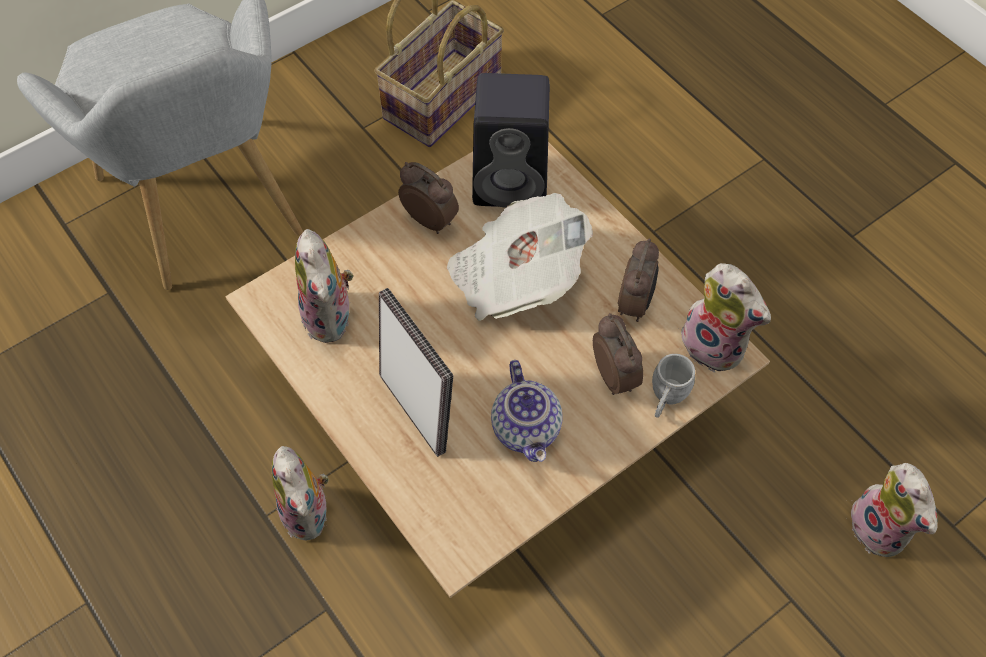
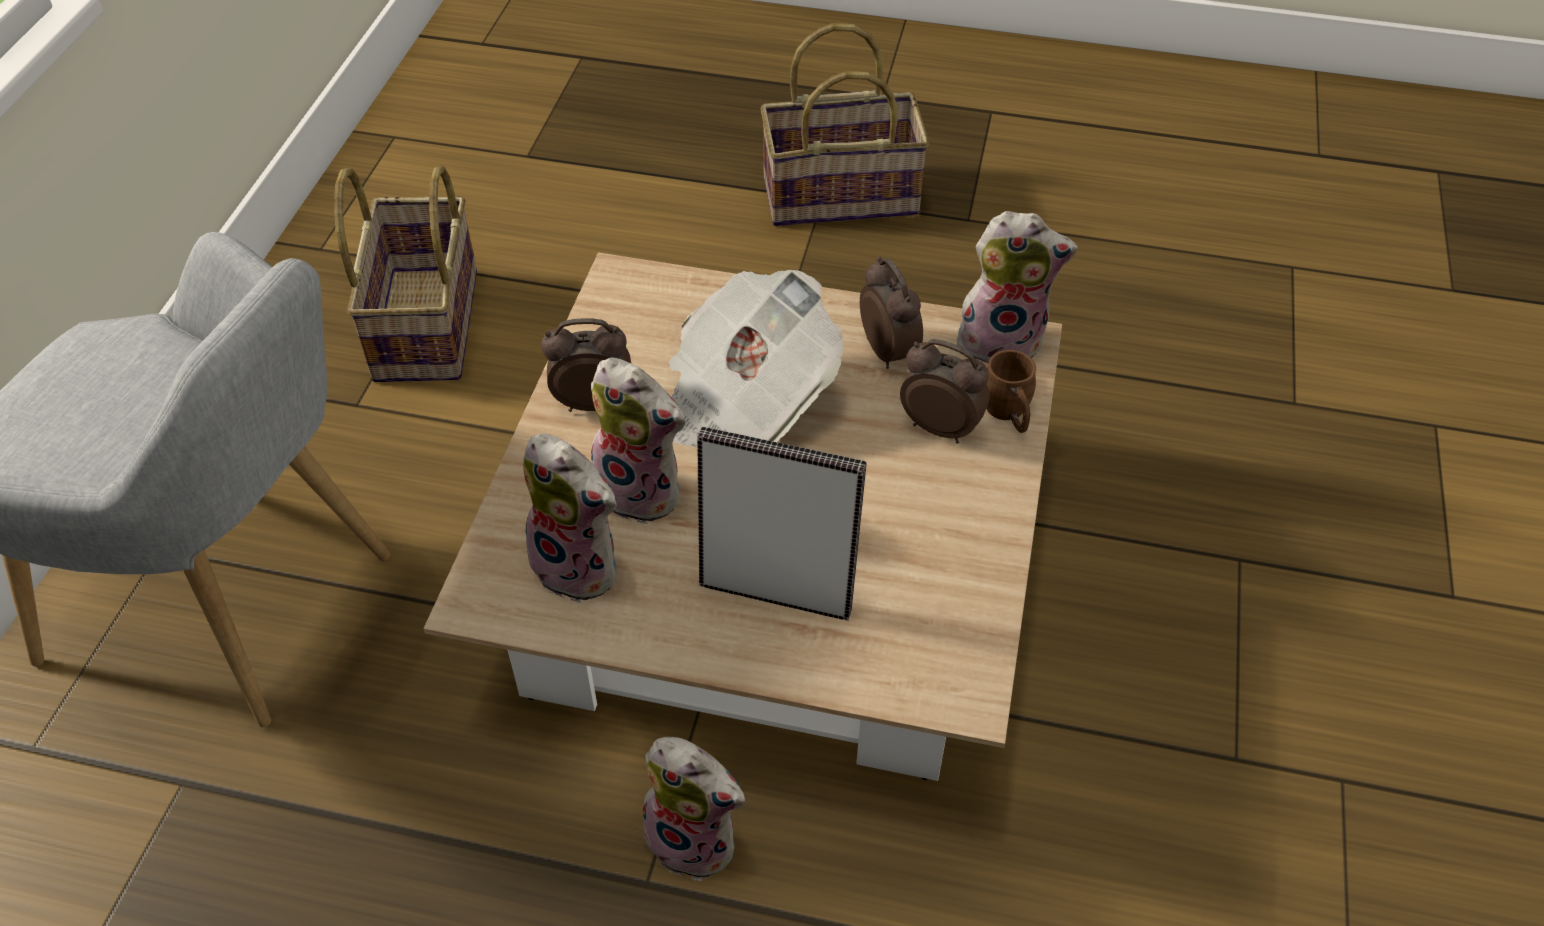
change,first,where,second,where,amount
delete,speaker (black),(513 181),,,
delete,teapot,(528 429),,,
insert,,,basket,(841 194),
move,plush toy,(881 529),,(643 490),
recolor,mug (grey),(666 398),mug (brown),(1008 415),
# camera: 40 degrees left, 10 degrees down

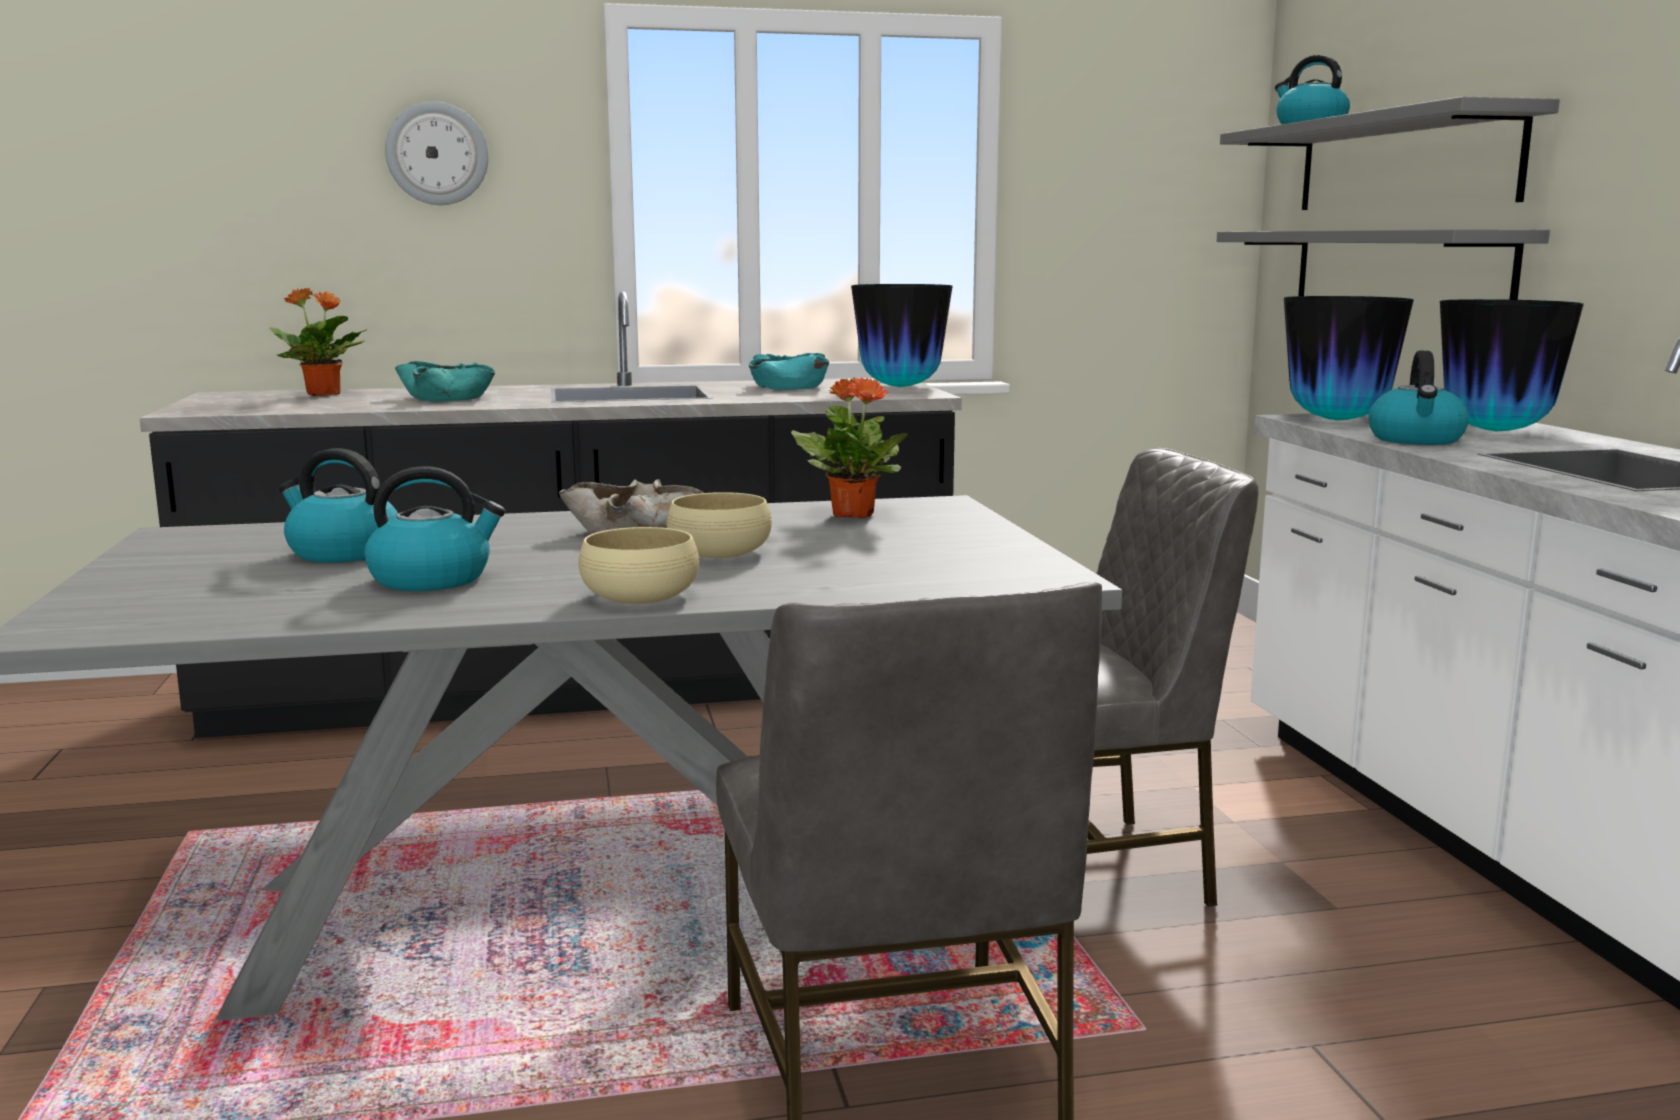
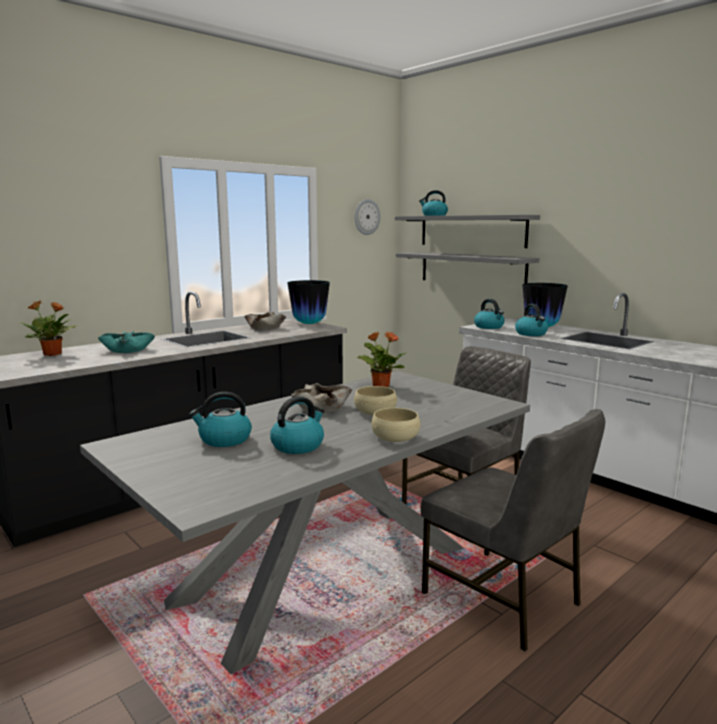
change,first,where,second,where,amount
move,wall clock,(437 154),,(366 217),
replace,vase,(1337 420),kettle,(489 327),
recolor,bowl (turquoise),(787 387),bowl (beige),(264 328),
# camera: 30 degrees left, 0 degrees up

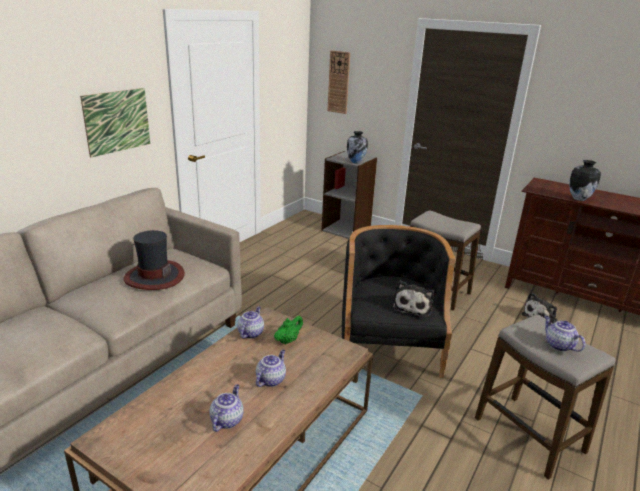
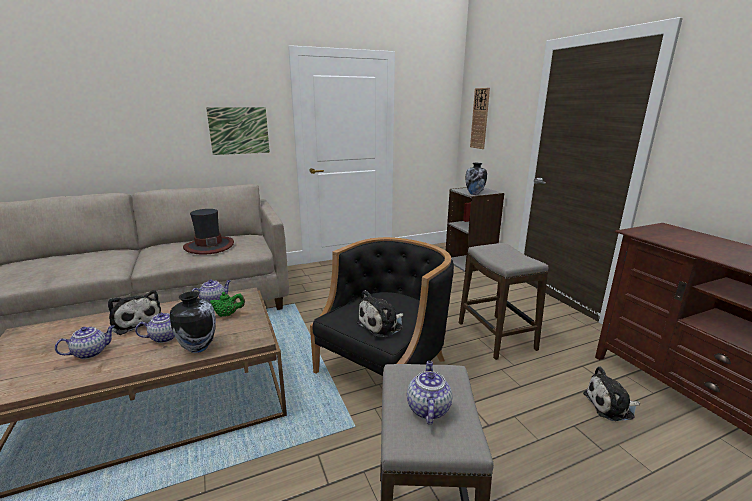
change,first,where,second,where,amount
insert,,,plush toy,(136 321),
move,vase,(578 199),,(198 347),
# camera: 35 degrees right, 5 degrees down

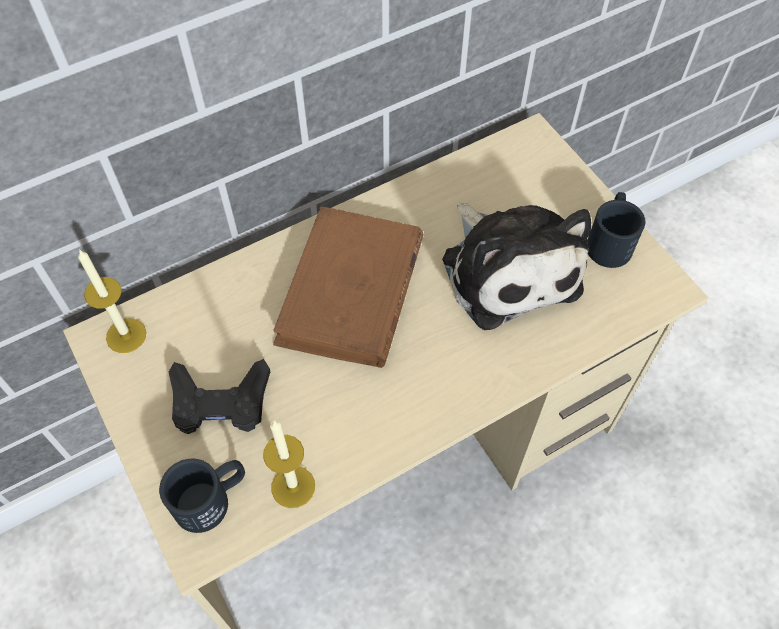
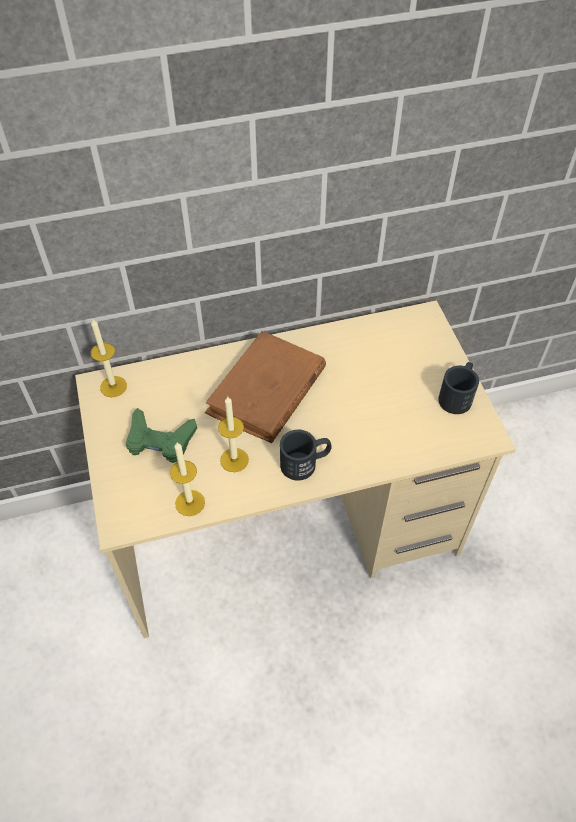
change,first,where,second,where,amount
delete,plush toy,(508 268),,,
insert,,,candle,(234 460),
move,mug (black),(212 498),,(305 463),
recolor,game controller (black),(220 401),game controller (green),(160 440),
# camera: 15 degrees right, 5 degrees down

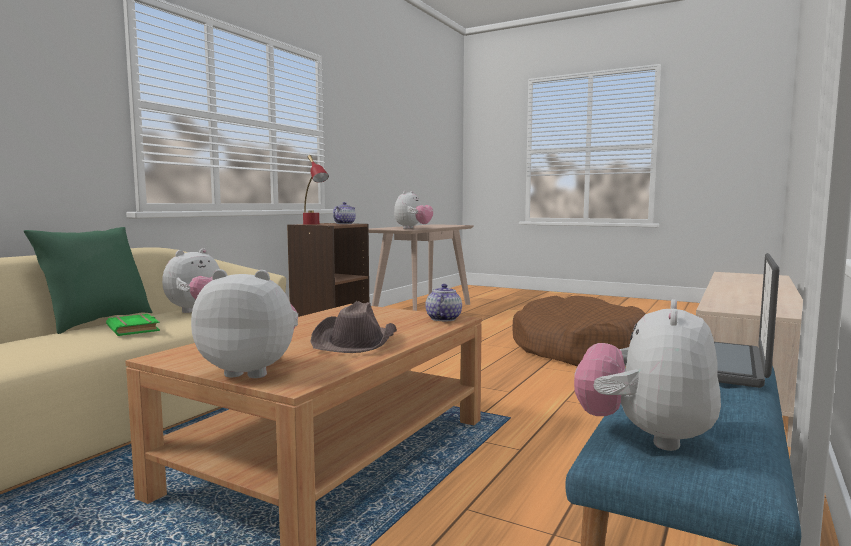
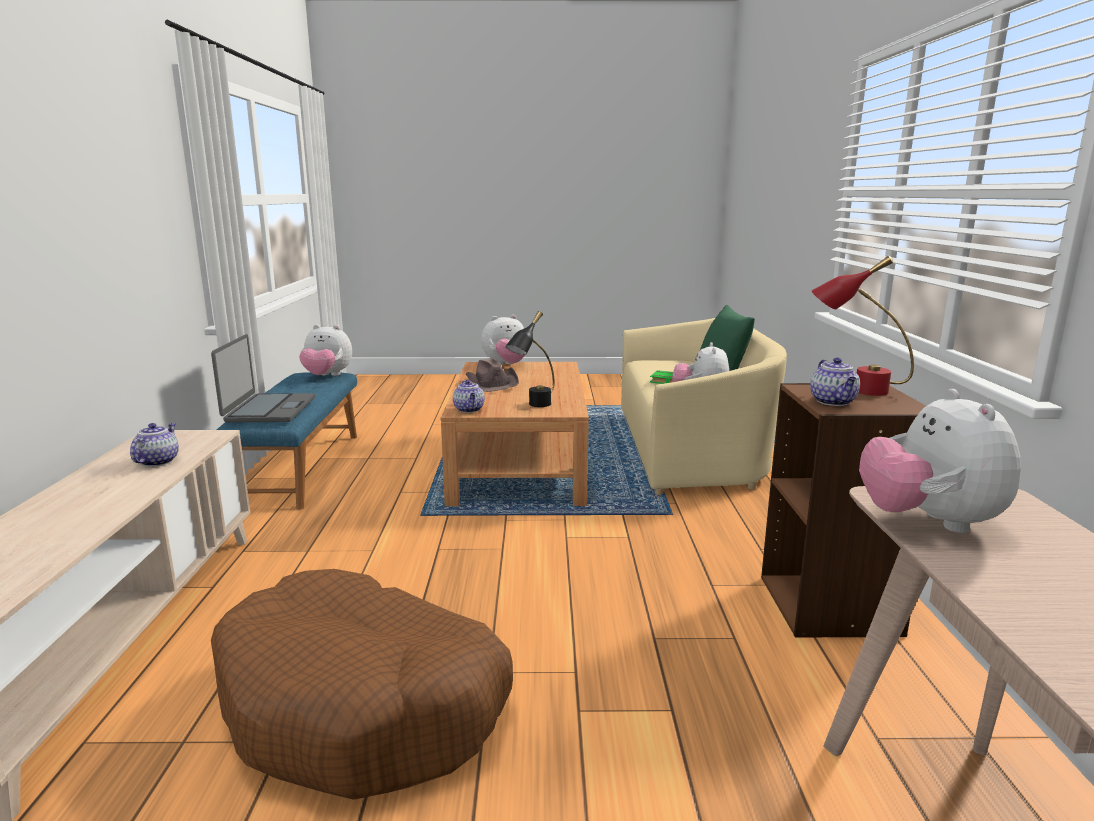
change,first,where,second,where,amount
insert,,,teapot,(158 461),
insert,,,table lamp (black),(533 406),
rotate,plush toy,(645 436),,(327 376),105 degrees clockwise
# camera: 150 degrees right, 10 degrees up

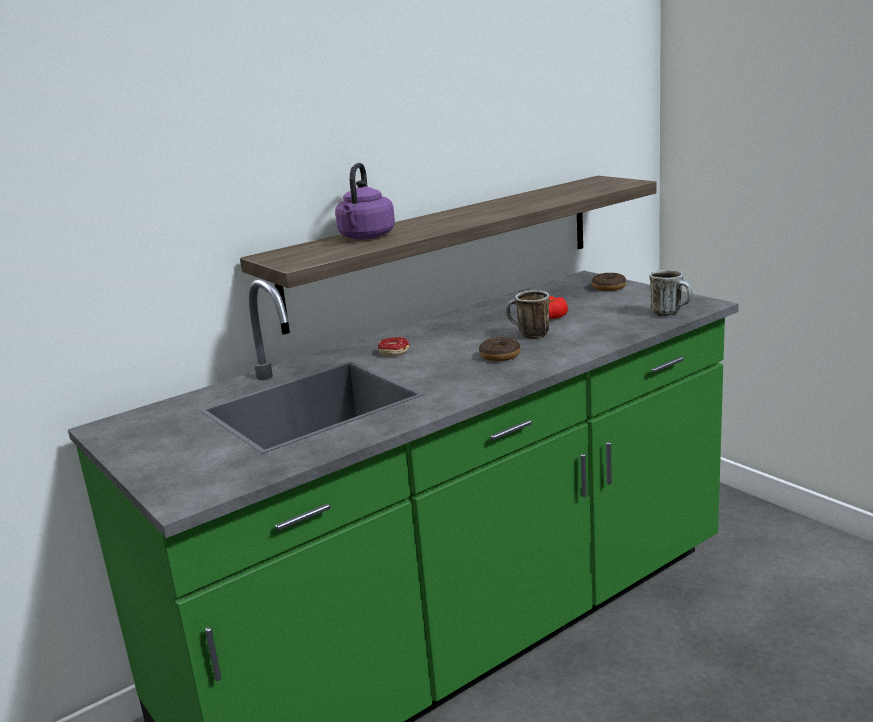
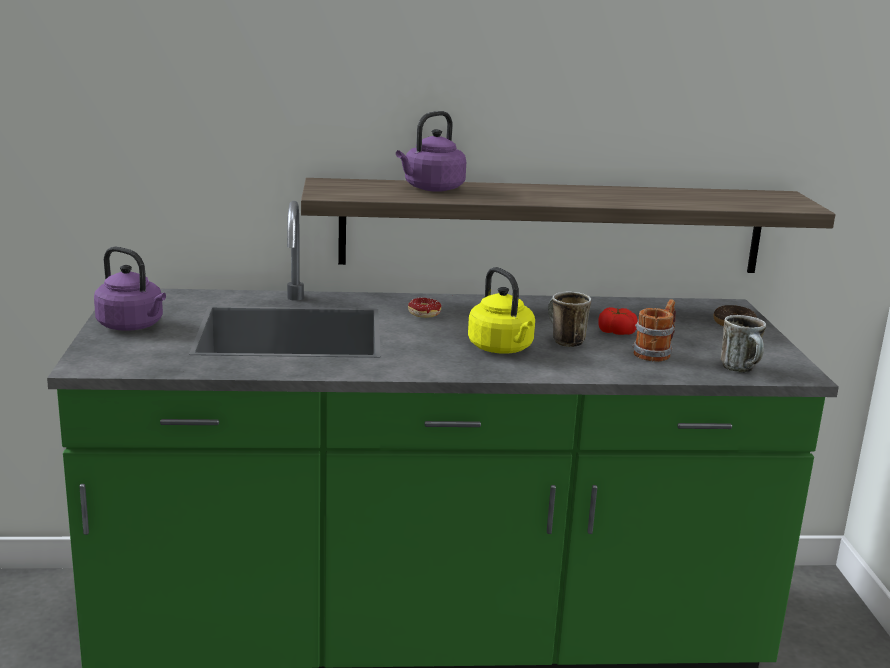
change,first,where,second,where,amount
insert,,,kettle (purple),(133 326),
insert,,,mug,(655 353),
replace,donut,(500 355),kettle (yellow),(502 349),
# camera: 30 degrees right, 0 degrees up

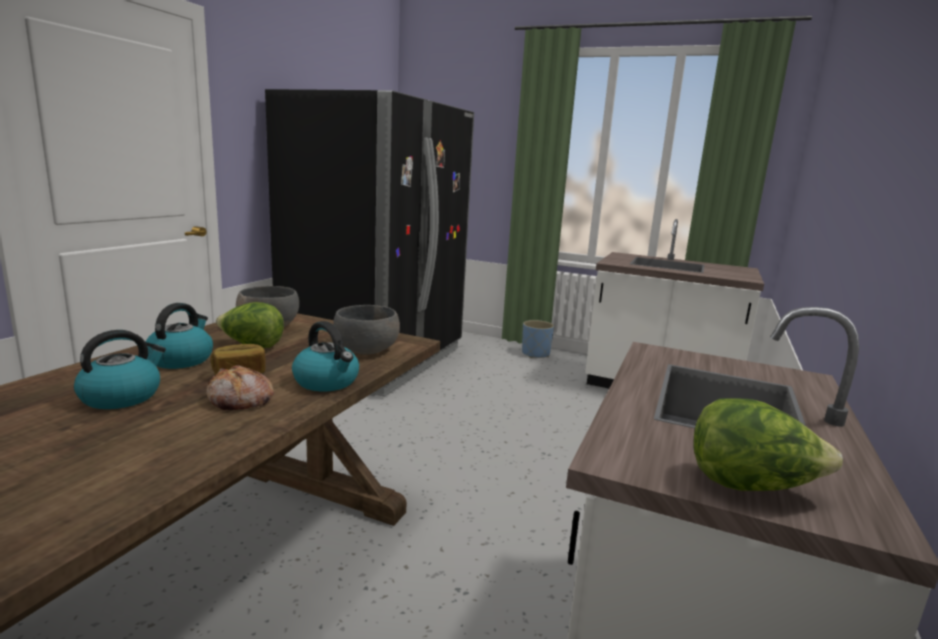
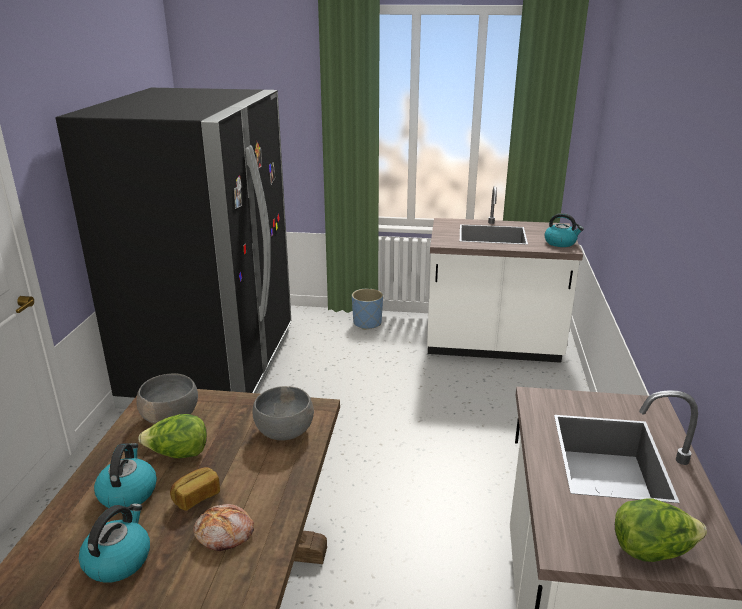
change,first,where,second,where,amount
move,kettle,(327 382),,(560 243),
# camera: 15 degrees left, 10 degrees up

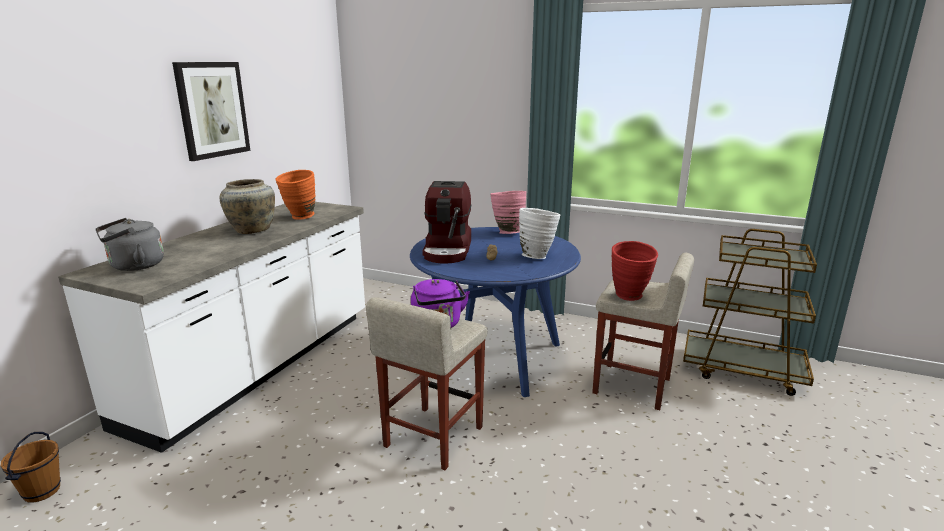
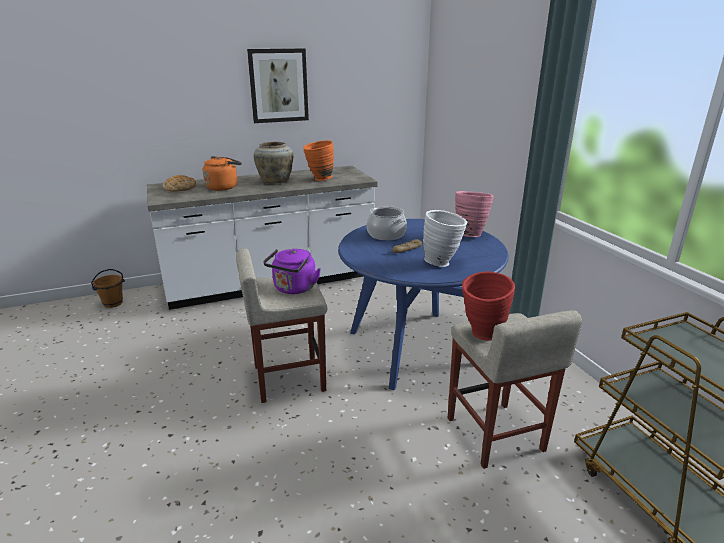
change,first,where,second,where,amount
insert,,,kettle (orange),(223 187),
replace,kettle (grey),(134 266),bread,(179 188),
replace,coffee machine,(448 250),cooking pot,(386 234),
# camera: 45 degrees right, 5 degrees up

